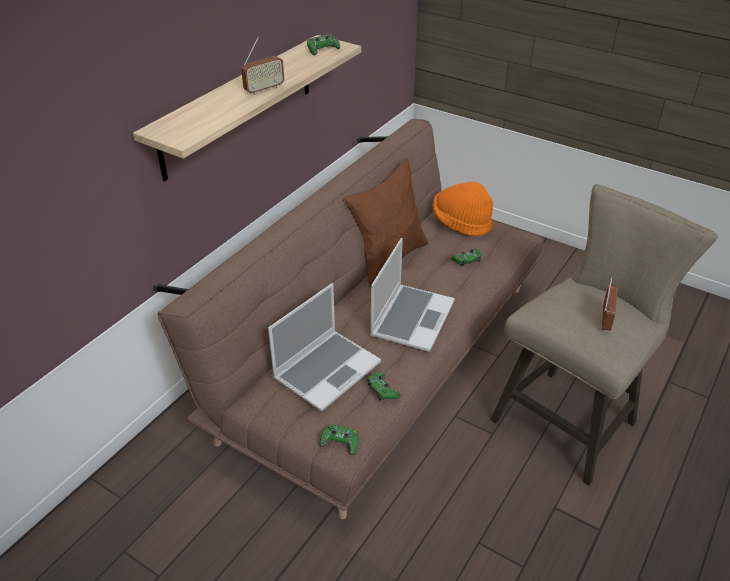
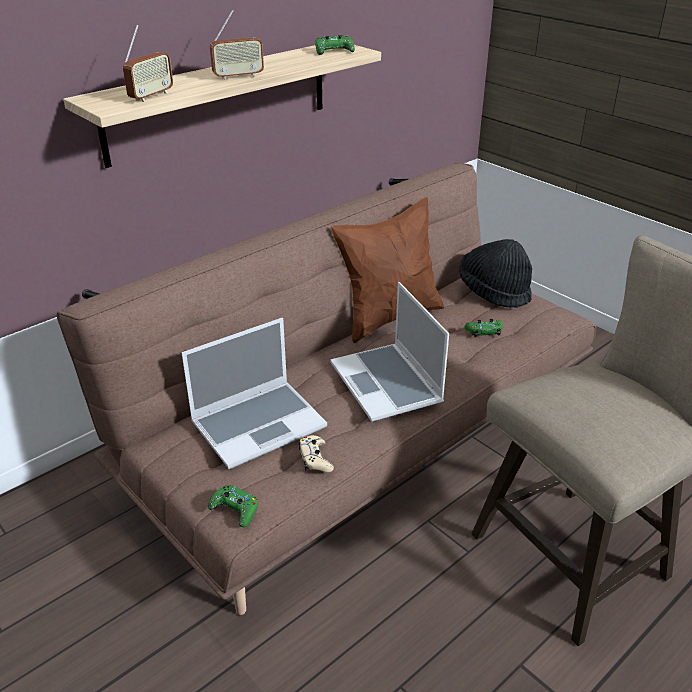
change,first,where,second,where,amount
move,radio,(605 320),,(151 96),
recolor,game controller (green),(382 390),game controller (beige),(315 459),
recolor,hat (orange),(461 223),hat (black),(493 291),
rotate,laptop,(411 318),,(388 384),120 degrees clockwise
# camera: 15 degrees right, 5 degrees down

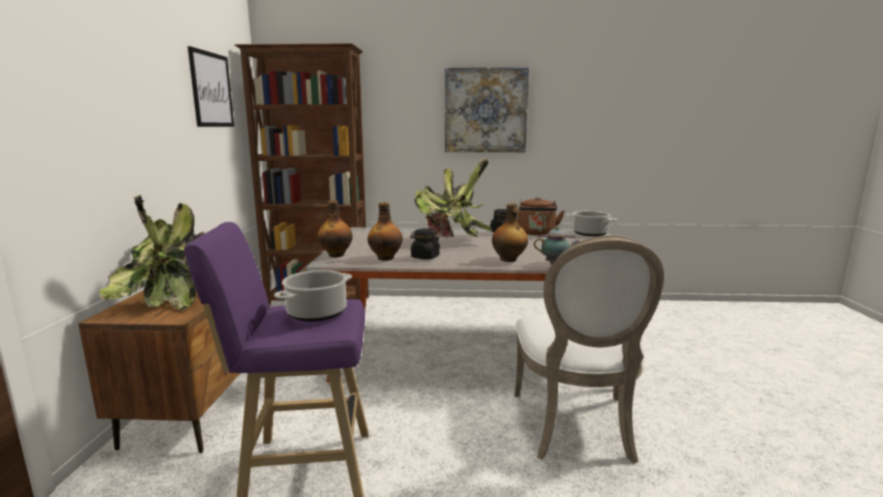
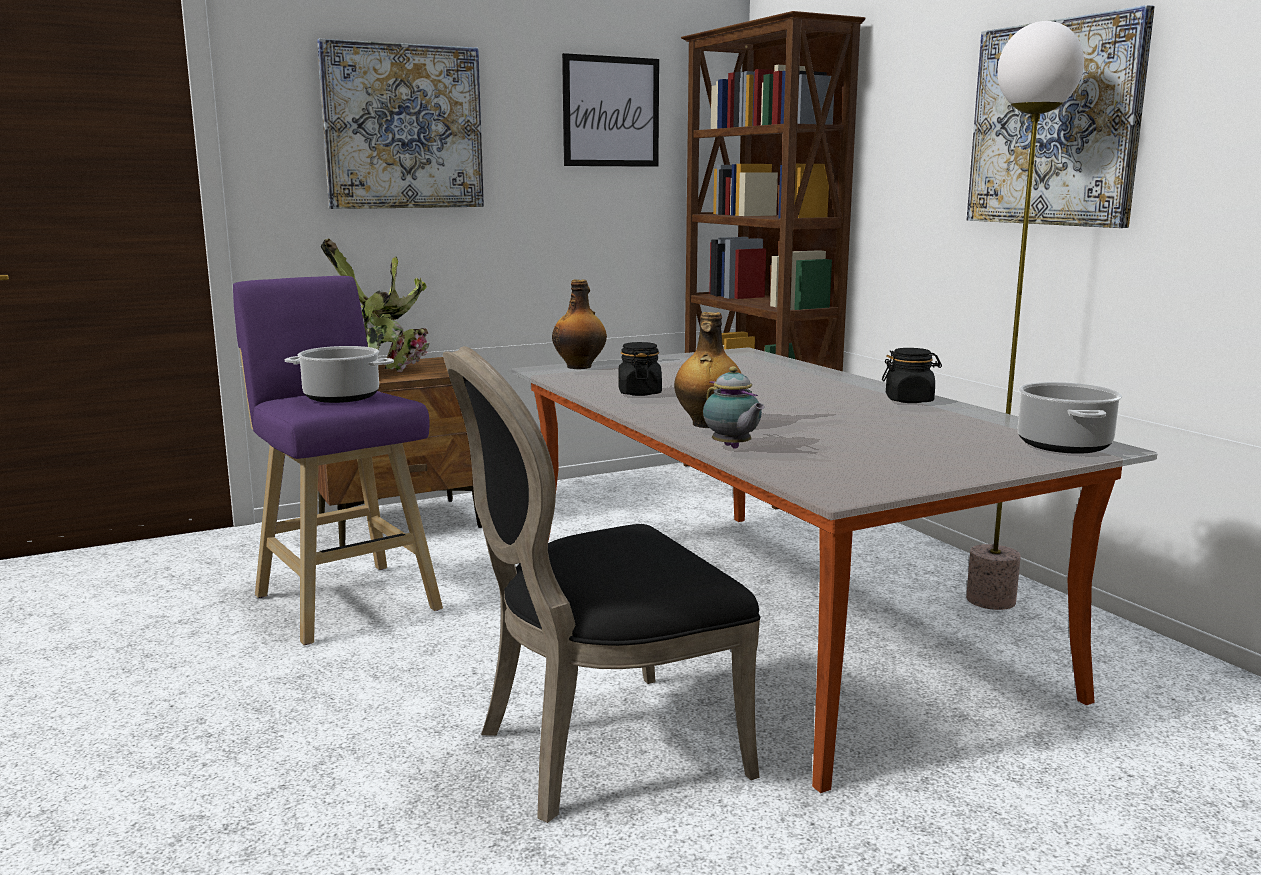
change,first,where,second,where,amount
delete,bottle,(386 258),,,
delete,potted plant,(453 240),,,
delete,kettle (brown),(536 233),,,
insert,,,picture,(403 127),
insert,,,floor lamp,(989 600),
recolor,chair (white),(576 428),chair (black),(599 750),
# camera: 60 degrees right, 0 degrees up

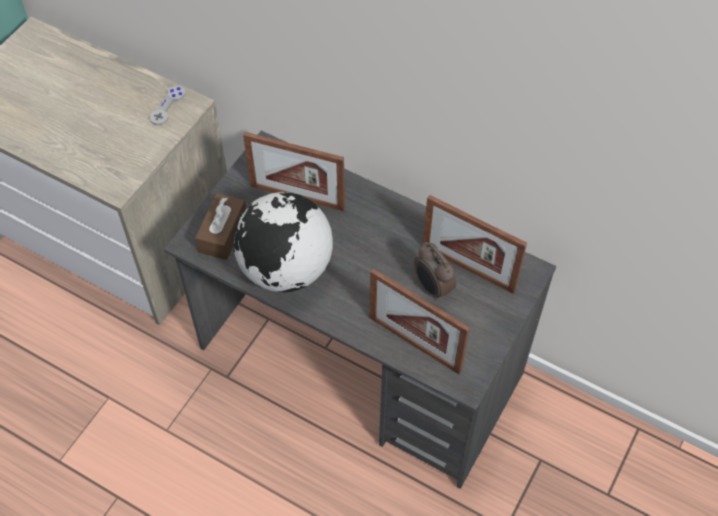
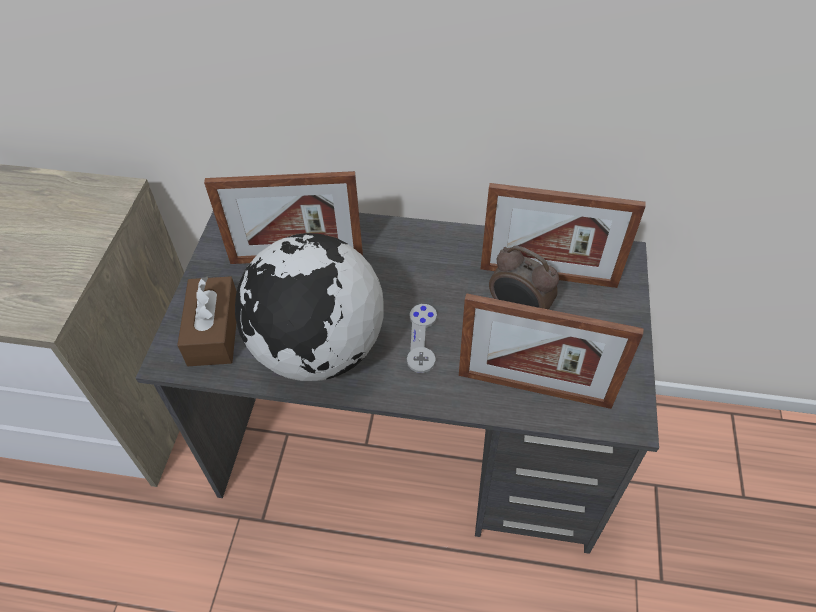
change,first,where,second,where,amount
move,game controller (grey),(168 106),,(422 339),
# camera: 20 degrees left, 5 degrees down

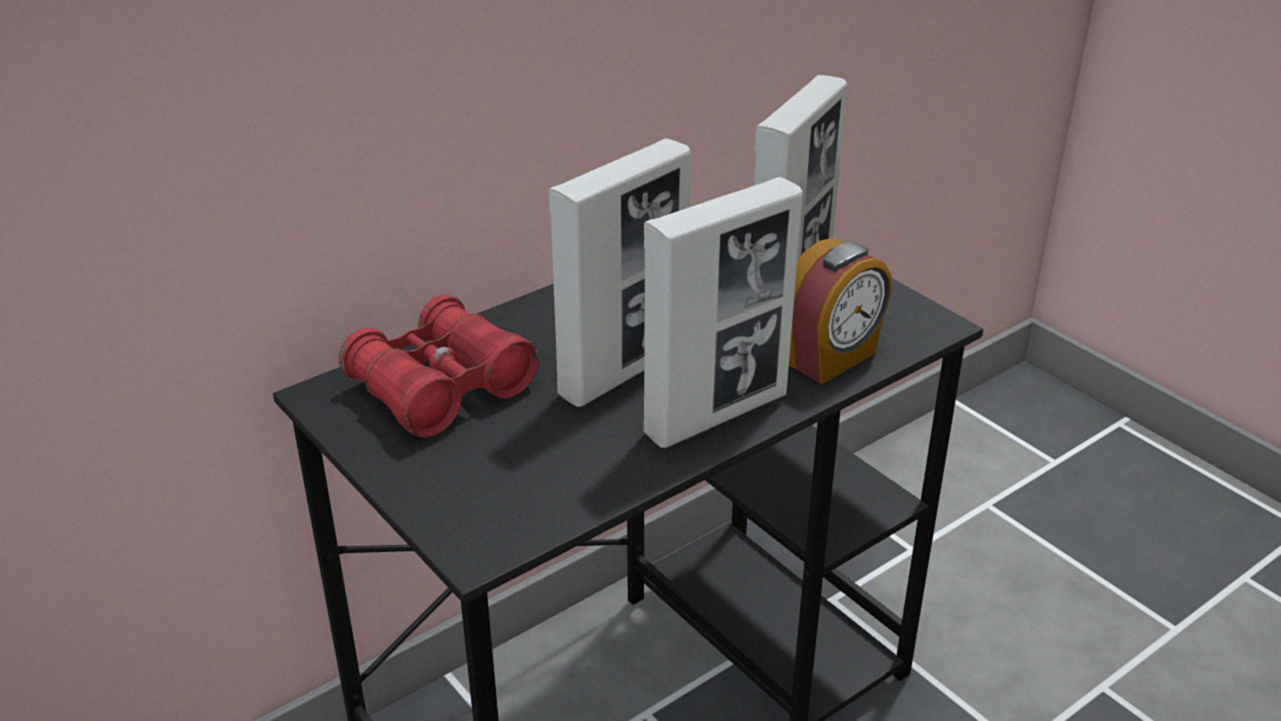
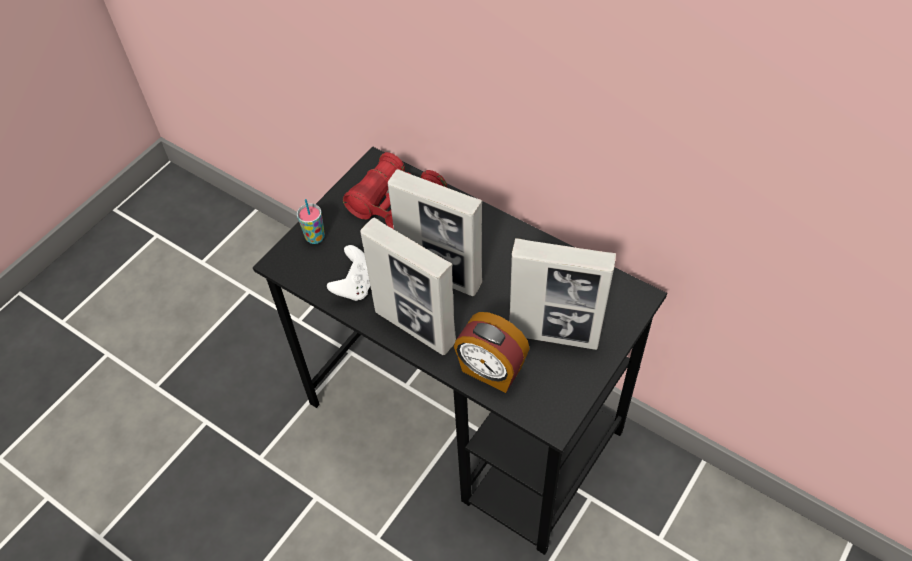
change,first,where,second,where,amount
insert,,,cup,(315 237),
insert,,,game controller (white),(355 285),
# camera: 75 degrees right, 20 degrees up

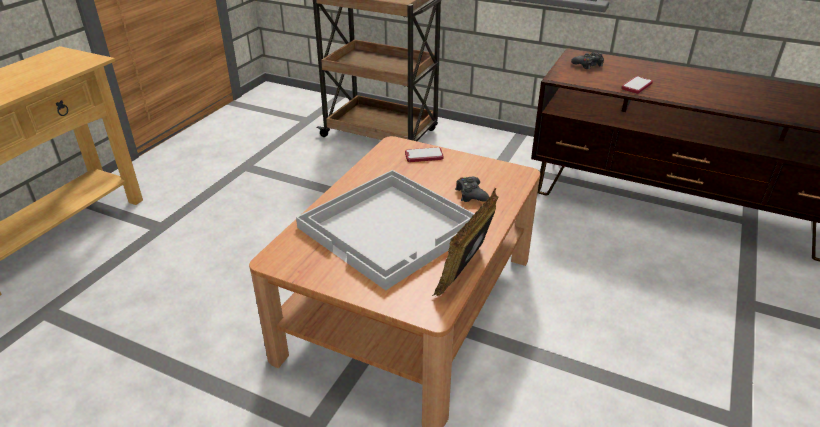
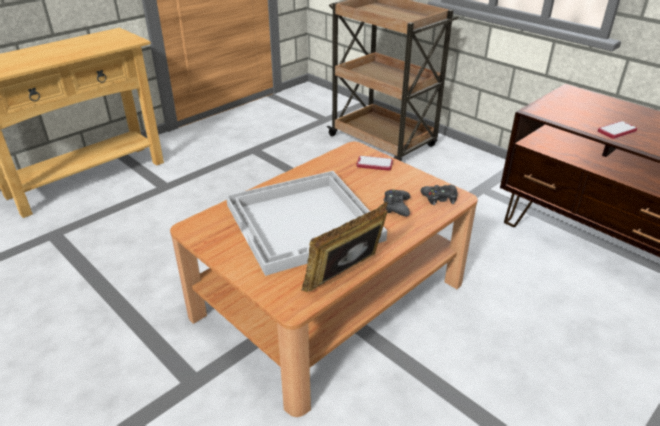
change,first,where,second,where,amount
move,game controller (black),(588 65),,(440 198),
# camera: 20 degrees right, 0 degrees up

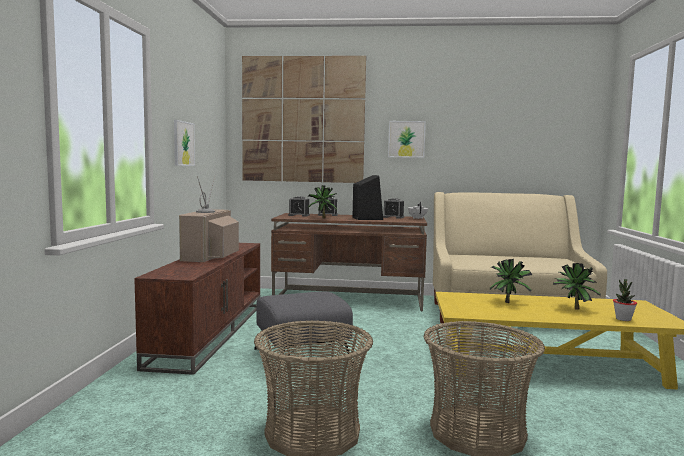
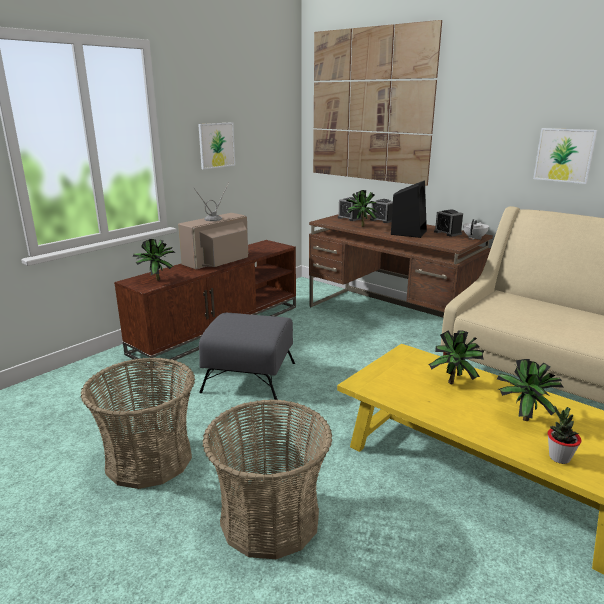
change,first,where,second,where,amount
insert,,,potted plant,(155 280),
move,picture,(406 139),,(564 155),
# camera: 35 degrees right, 15 degrees up

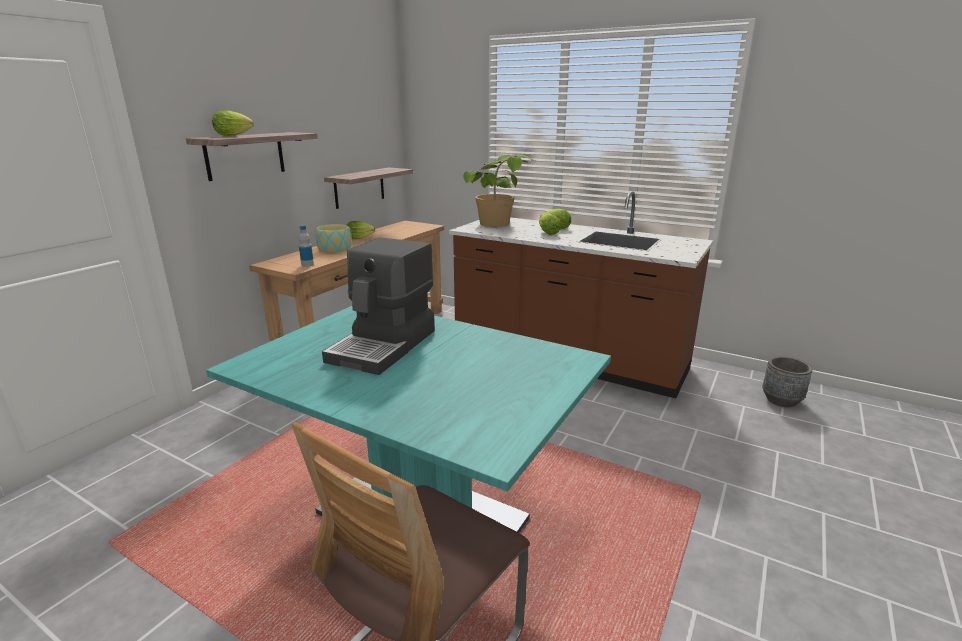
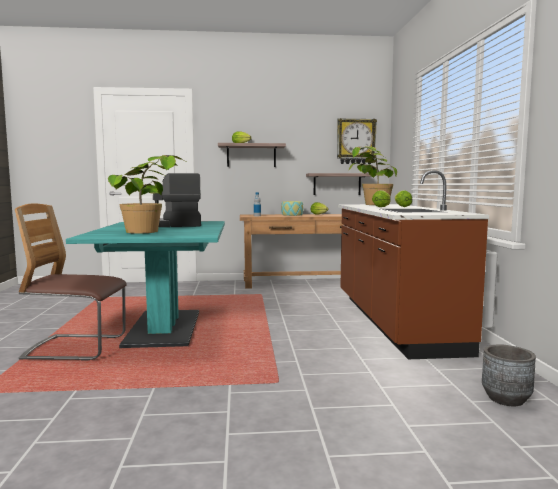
change,first,where,second,where,amount
insert,,,potted plant,(149 233),
insert,,,wall clock,(356 141),
# camera: 55 degrees right, 15 degrees down

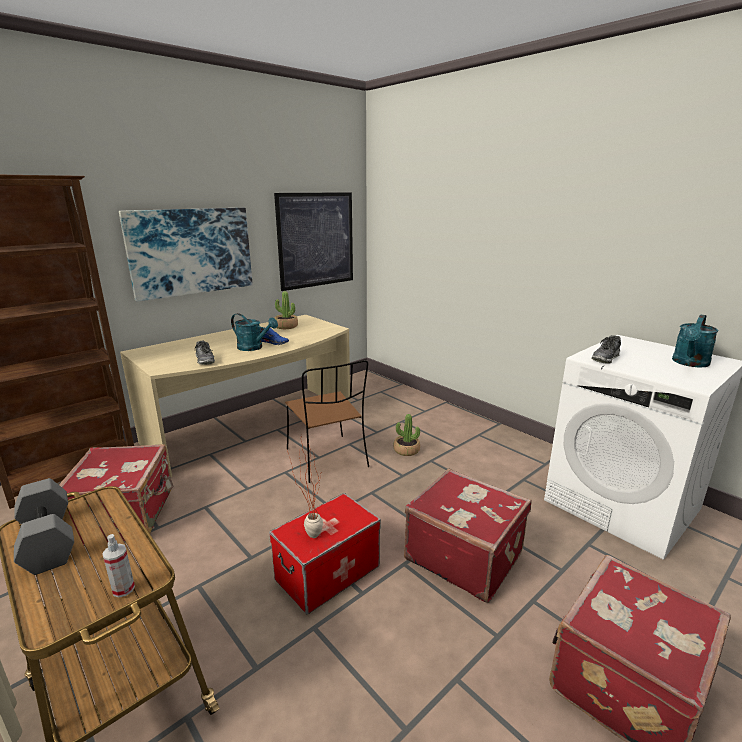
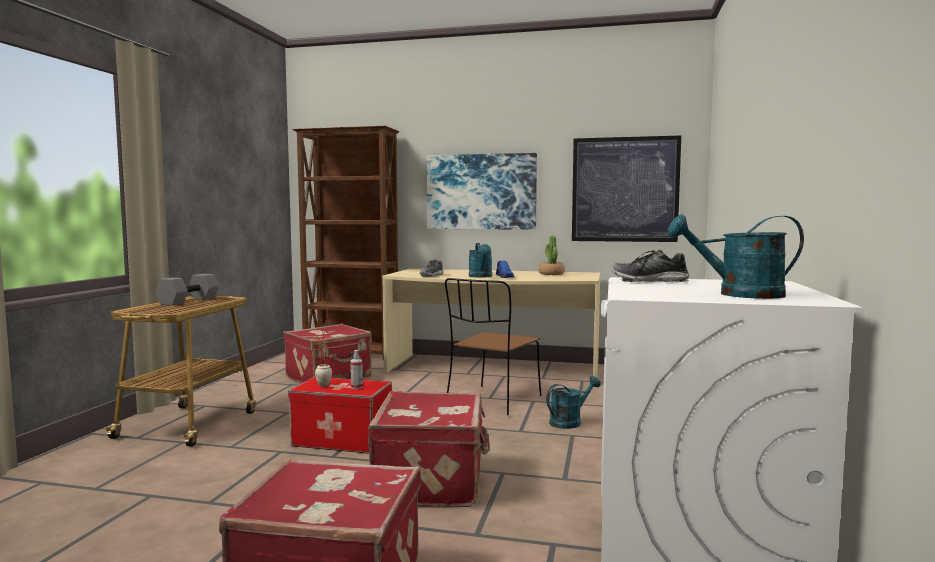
change,first,where,second,where,amount
move,spray bottle,(123 589),,(356 387),
replace,potted plant,(406 450),watering can (turquoise),(569 422),
# camera: 55 degrees right, 15 degrees down

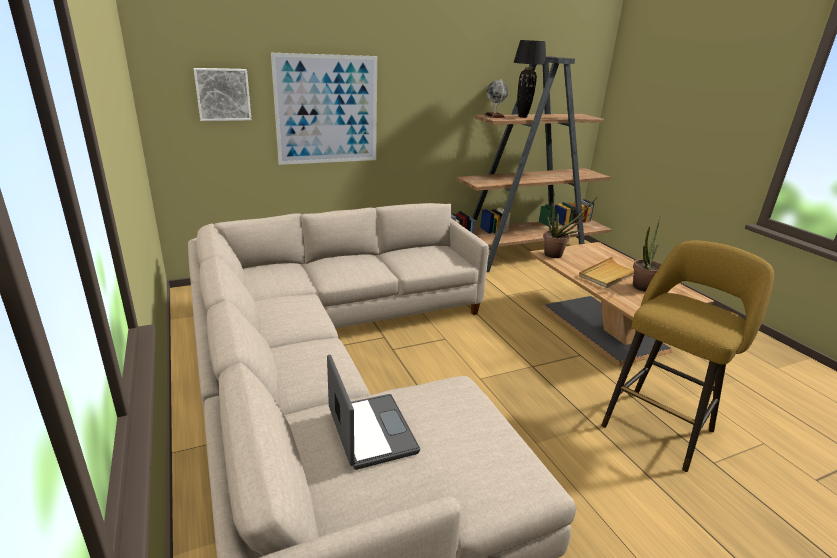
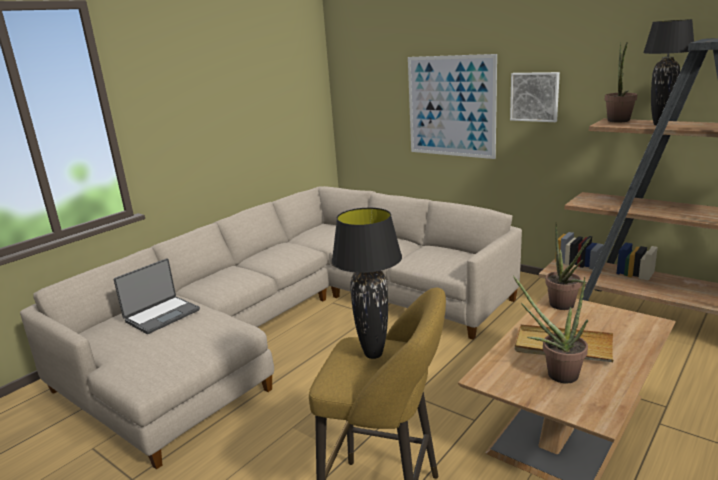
change,first,where,second,where,amount
insert,,,table lamp (black),(373 354),
move,picture,(223 94),,(535 96),
replace,globe,(494 116),potted plant,(618 121),
# camera: 65 degrees right, 5 degrees down

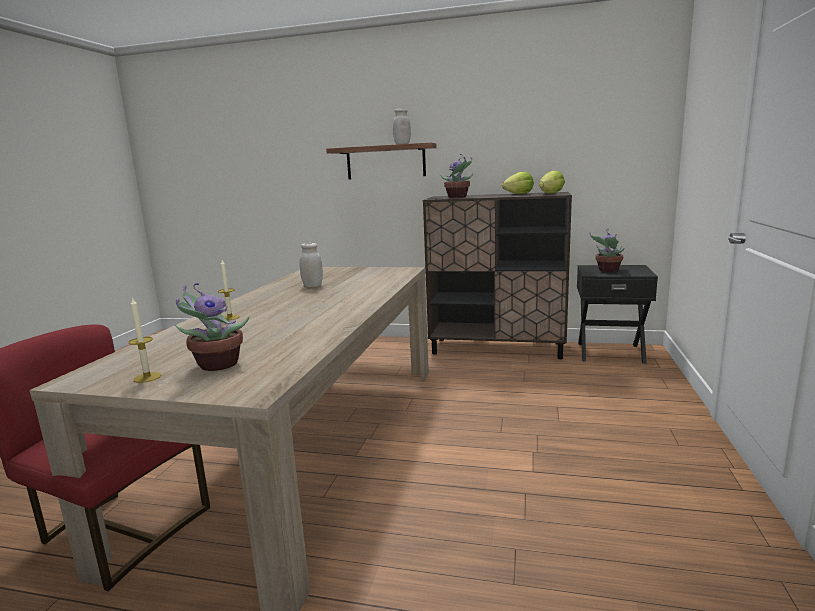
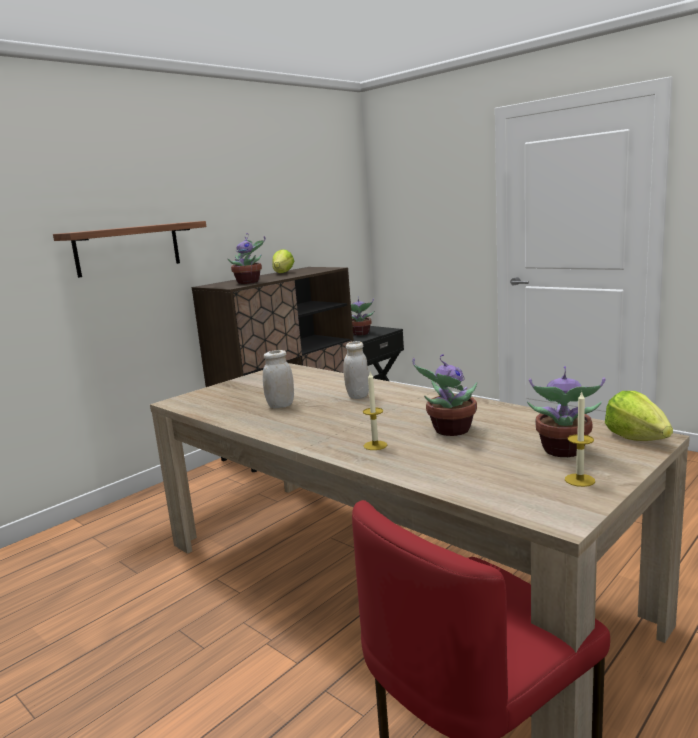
change,first,where,second,where,amount
insert,,,potted plant,(450 431),
move,jar (white),(402 144),,(358 396),
move,lettuce,(550 193),,(636 438),
# camera: 60 degrees left, 0 degrees up

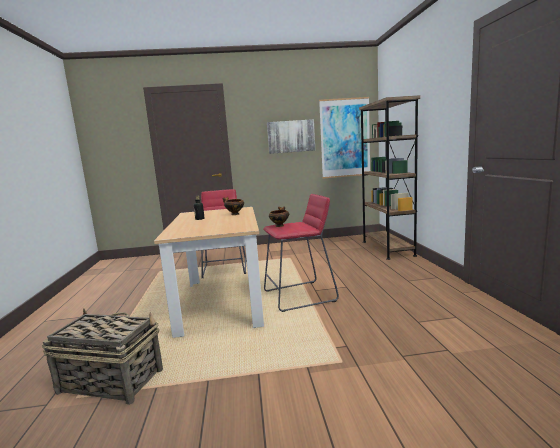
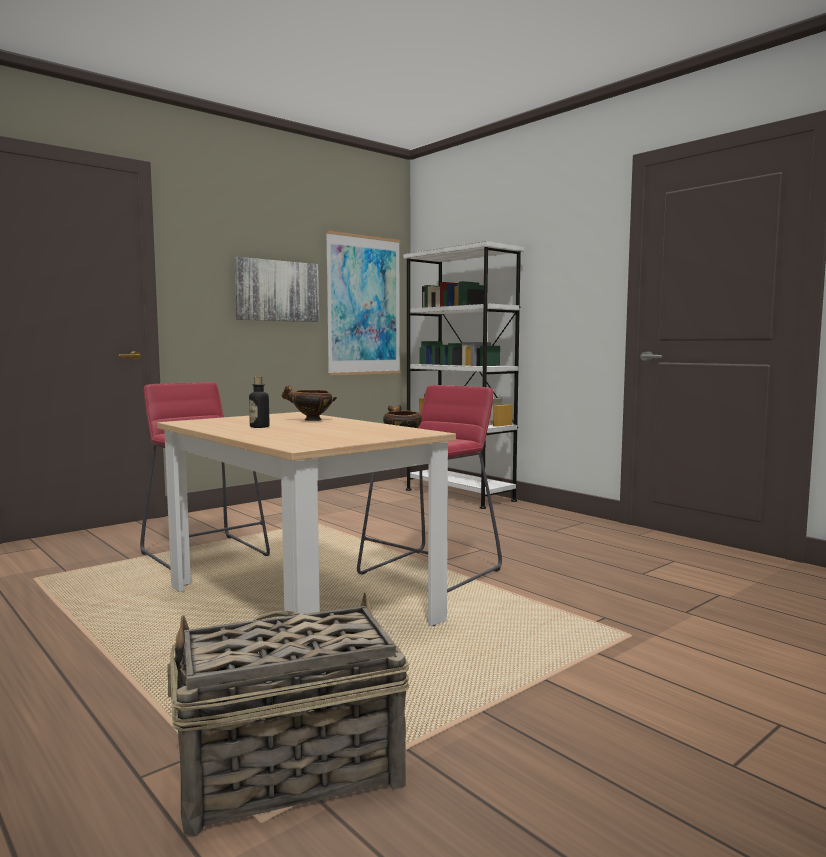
change,first,where,second,where,amount
recolor,bookcase (brown),(387 248),bookcase (white),(459 495),
# camera: 35 degrees left, 5 degrees down

